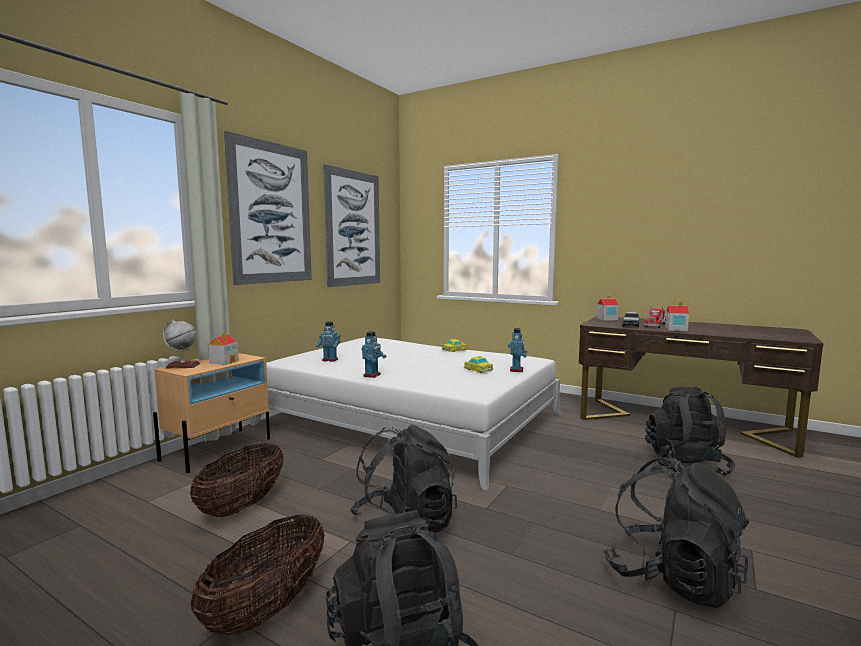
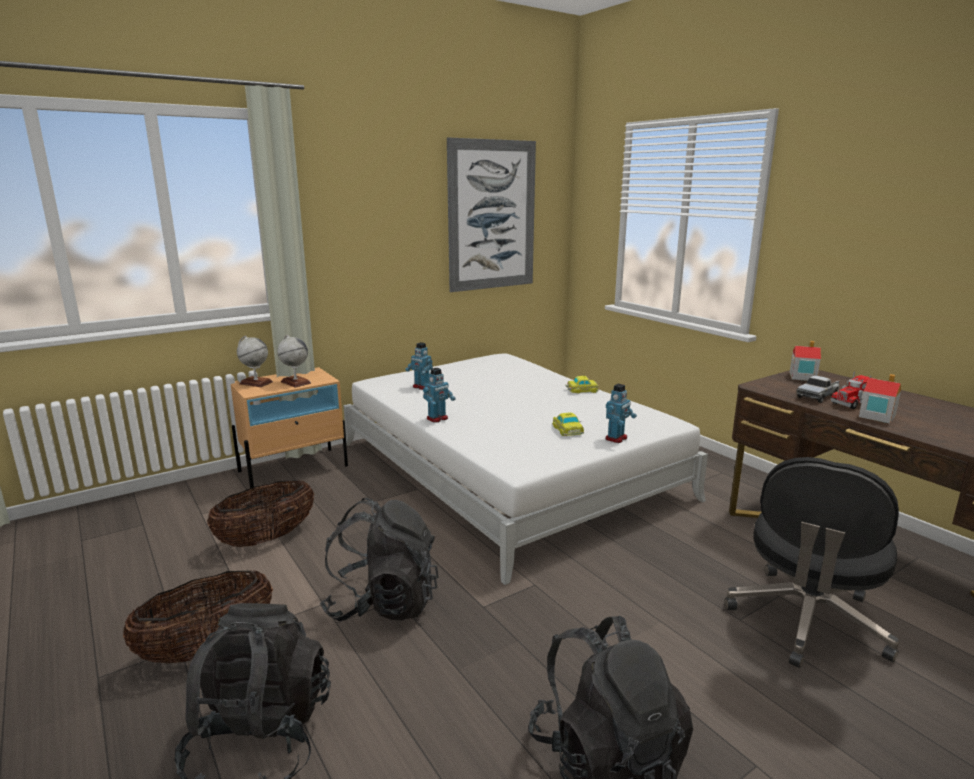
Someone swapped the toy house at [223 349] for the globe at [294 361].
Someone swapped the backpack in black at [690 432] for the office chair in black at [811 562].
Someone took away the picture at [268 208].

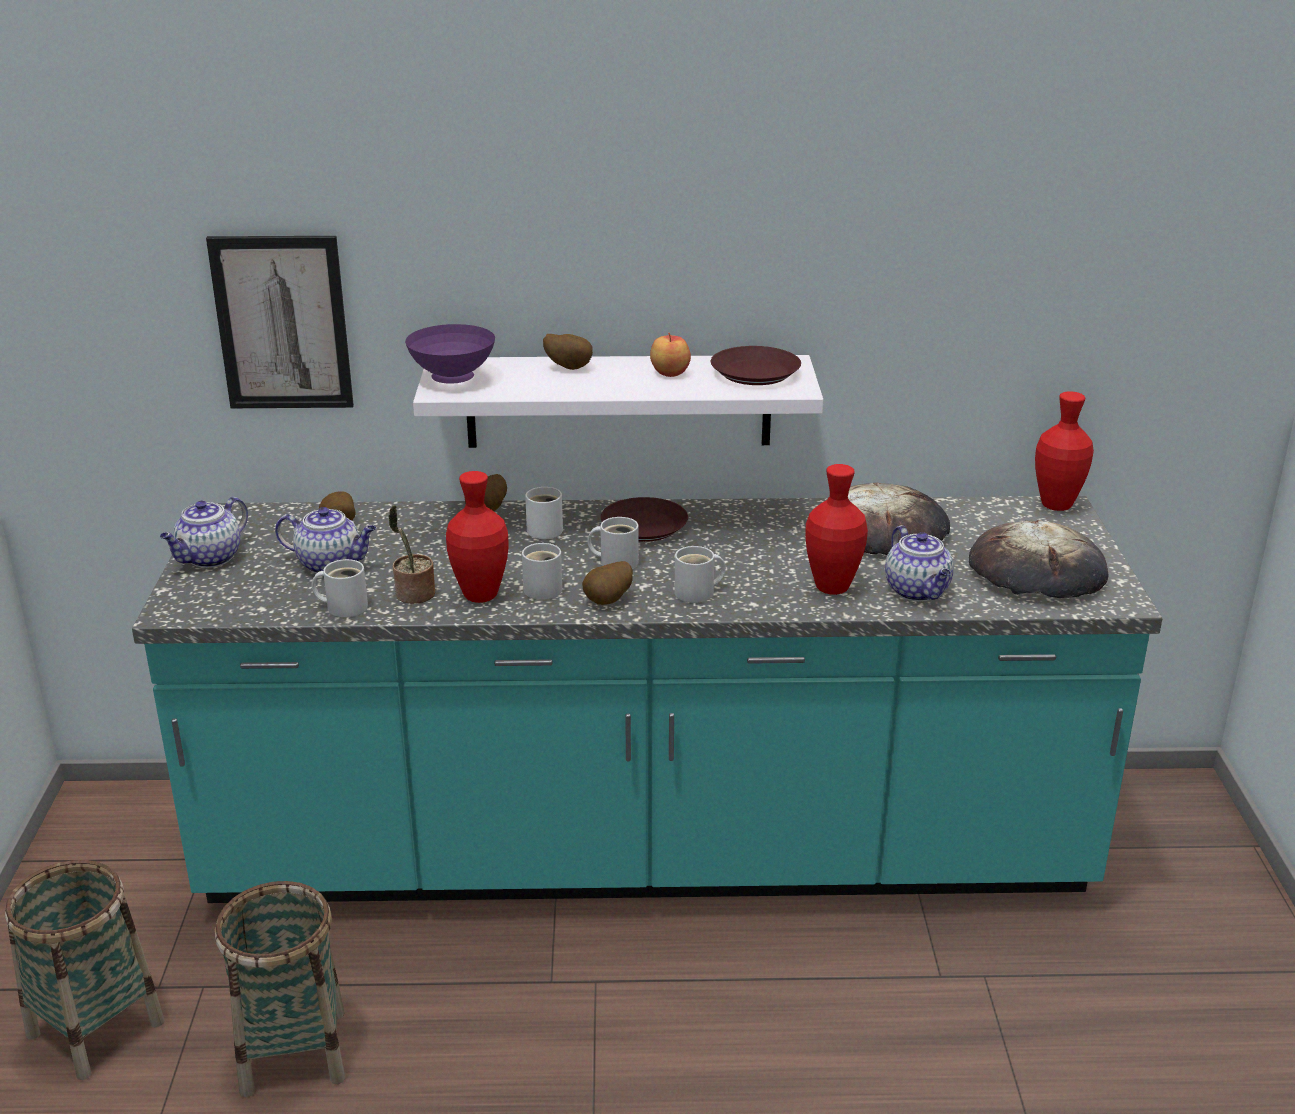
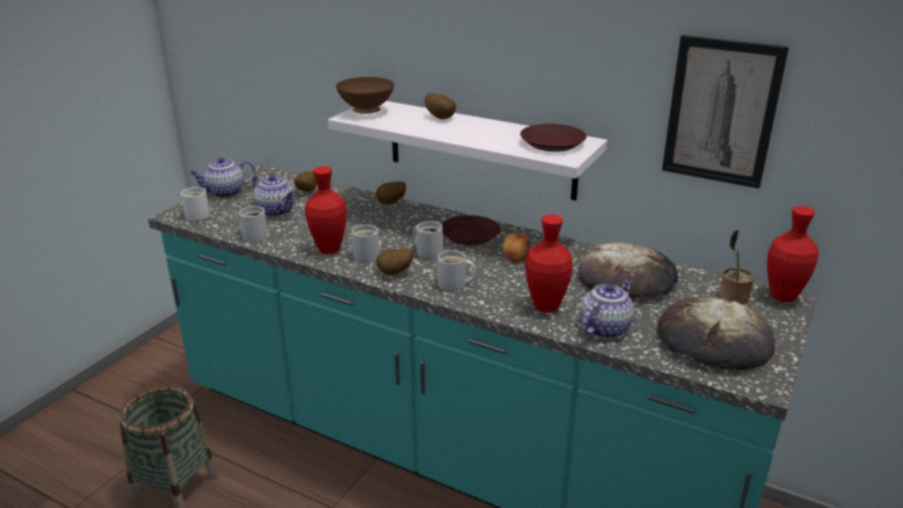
Someone carried the mug in white from [544 513] to [195 204].
Someone repainted the bowl in purple at [450 354], which became the bowl in brown at [365 95].
Someone carried the apple from [670 355] to [516 247].
Someone rotated the teapot at [919 563] by 150 degrees counterclockwise.
Someone carried the picture from [280 322] to [725 111].
Someone carried the potted plant from [411 554] to [736 266].
Someone took away the basket at [85 970].

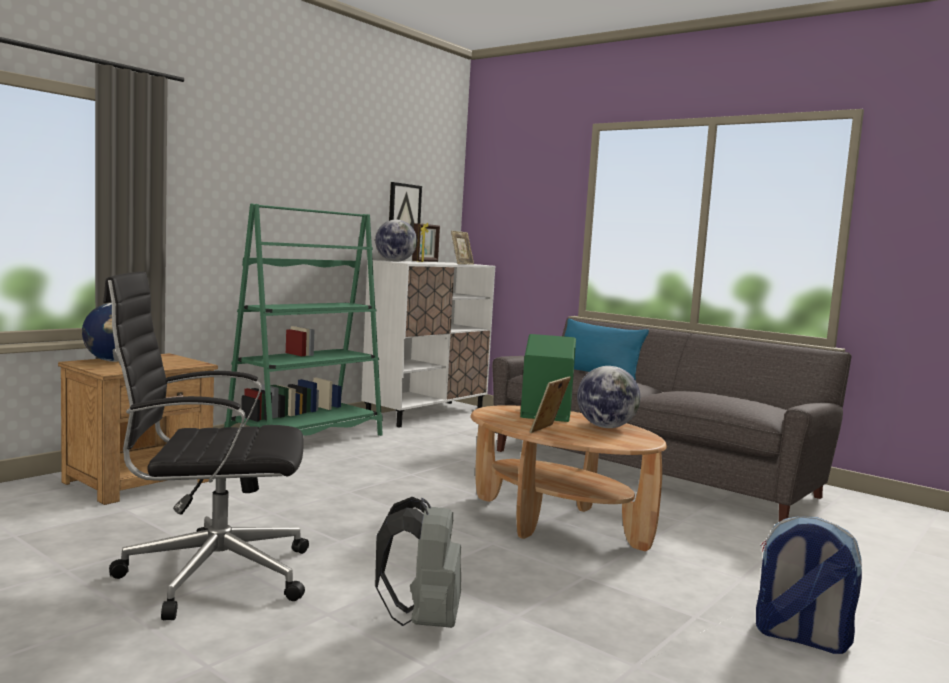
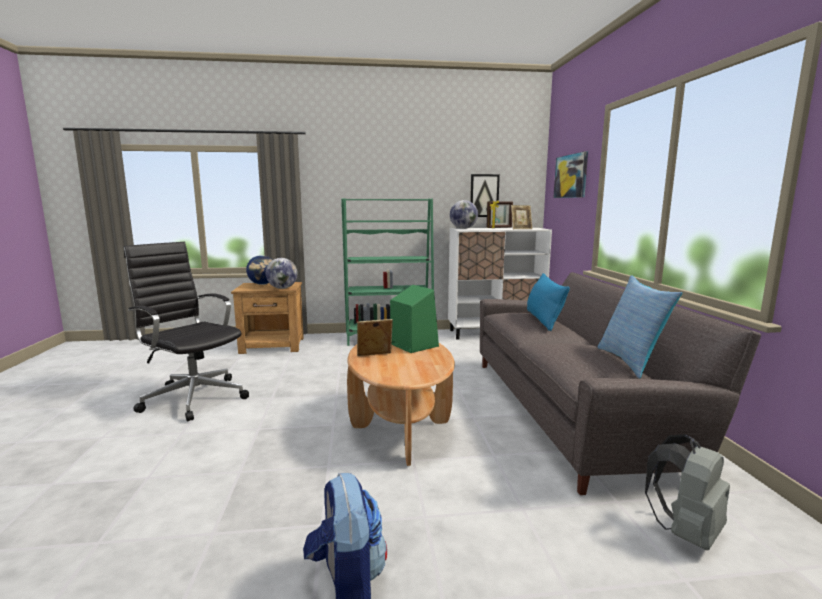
Someone carried the globe from [608 397] to [282 273].
Someone put up the picture at [570 174].
Someone put down the pillow at [640 327].
Someone carried the backpack in grey from [418 562] to [687 492].

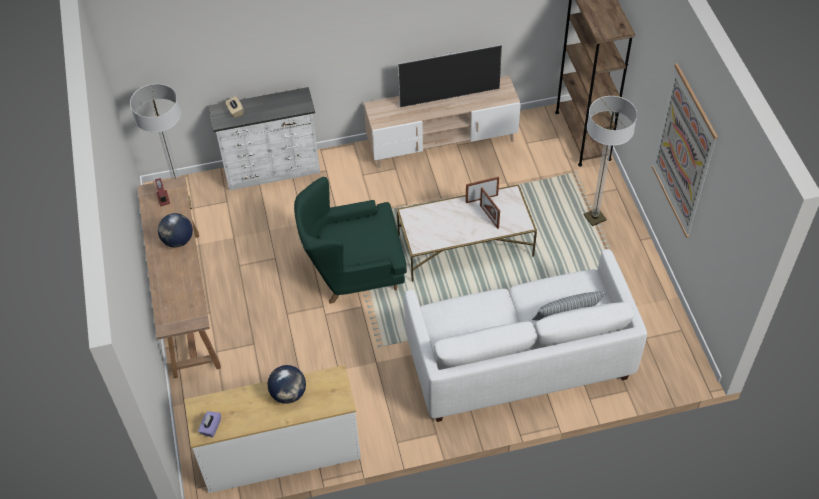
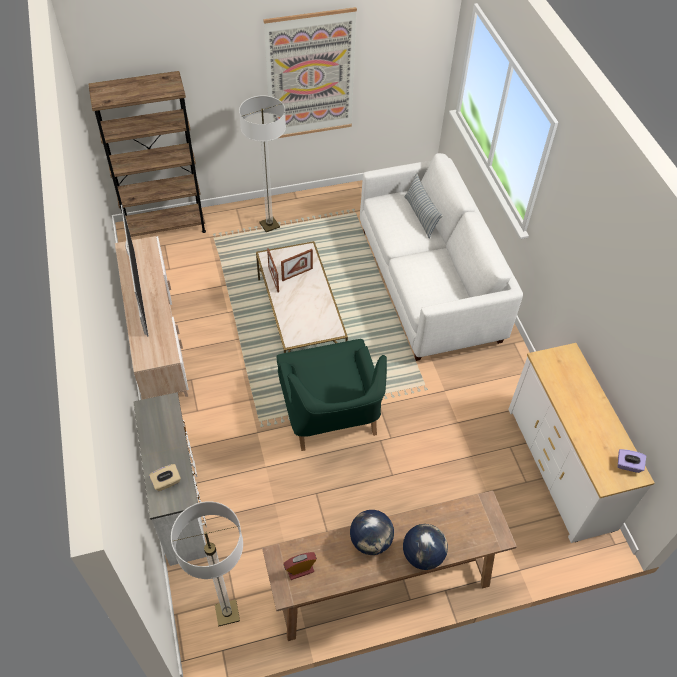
Someone carried the globe from [287 384] to [425 547].

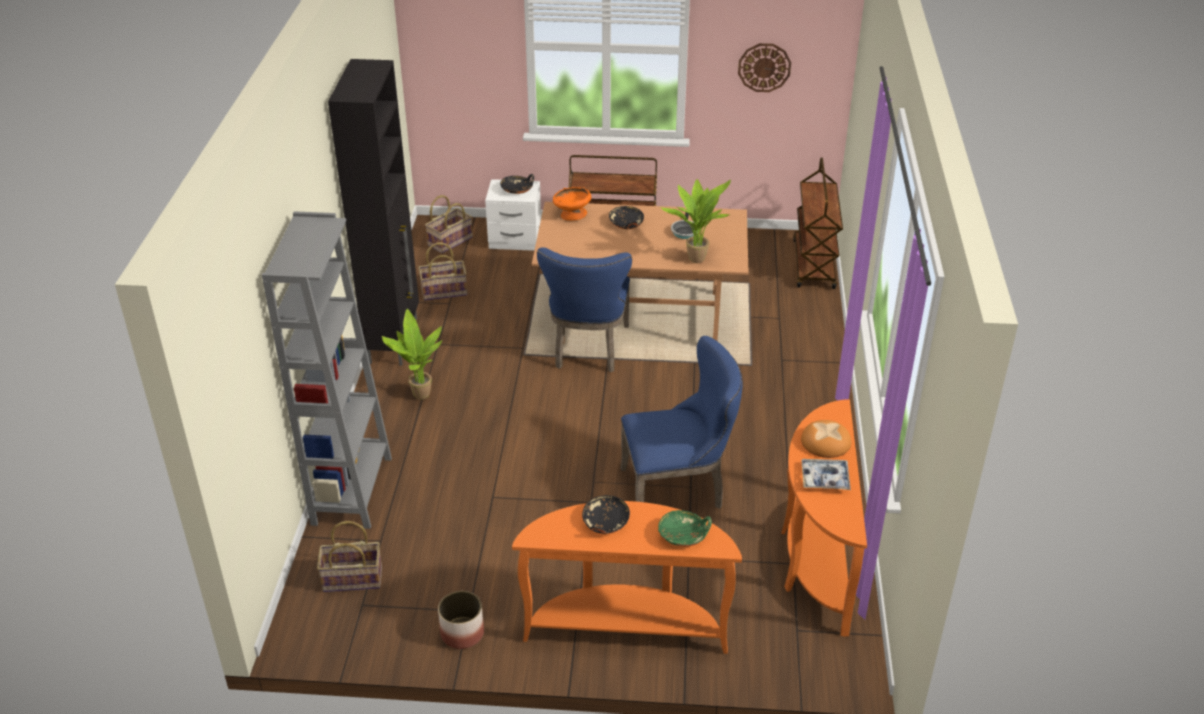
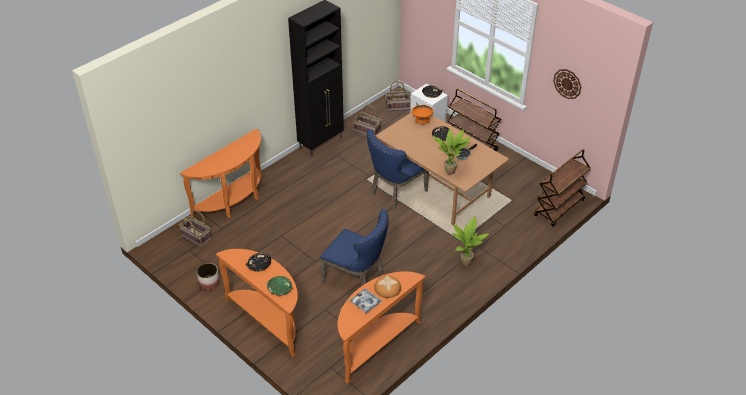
Someone swapped the bookcase in grey at [327 370] for the console table in orange at [221 173].
Someone carried the potted plant from [412 354] to [470 241].

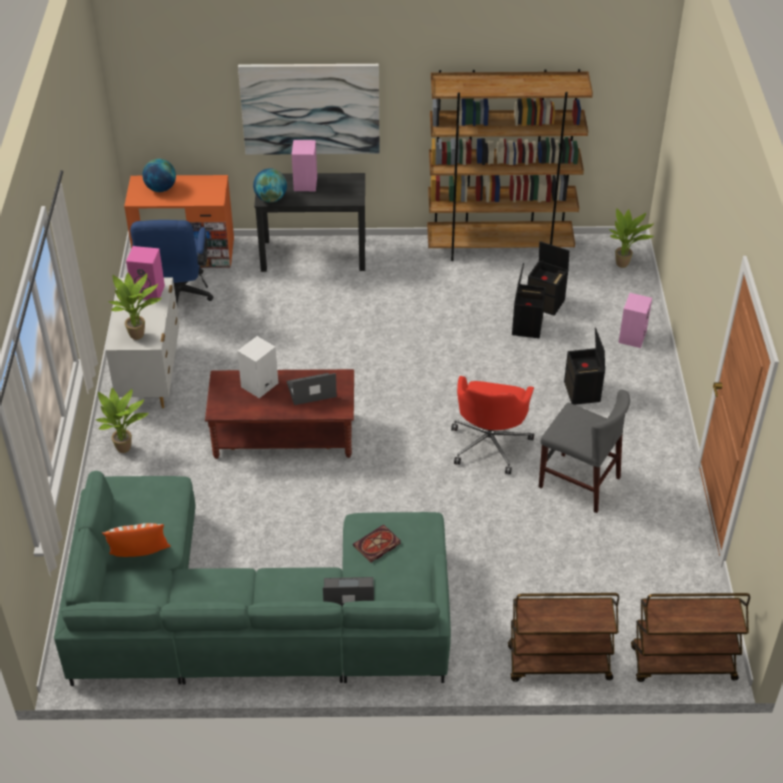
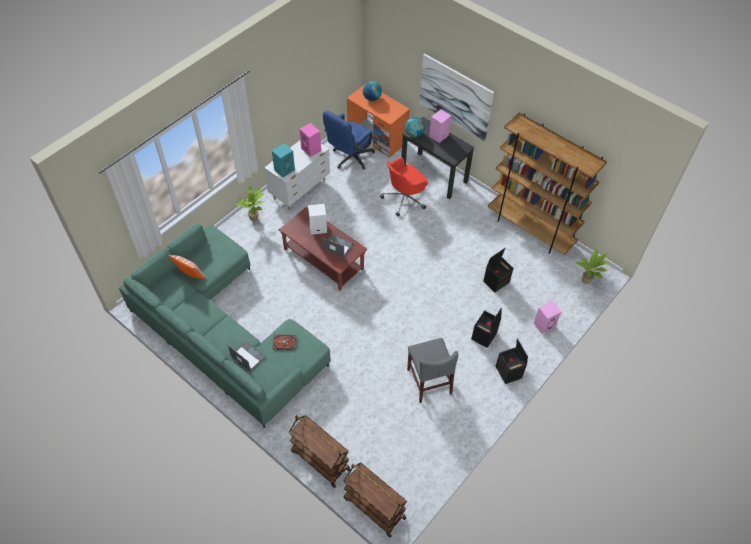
Someone swapped the potted plant at [135 306] for the speaker in turquoise at [283 160].
Someone carried the office chair in red from [492 425] to [404 186].
Someone carried the storage box in black from [548 278] to [511 361].

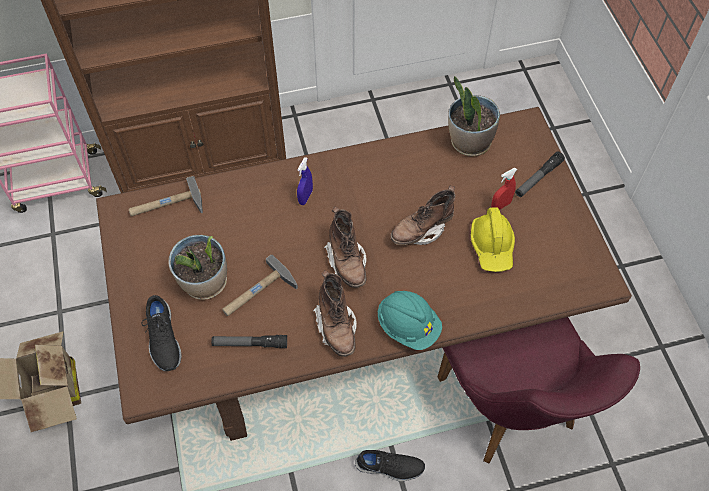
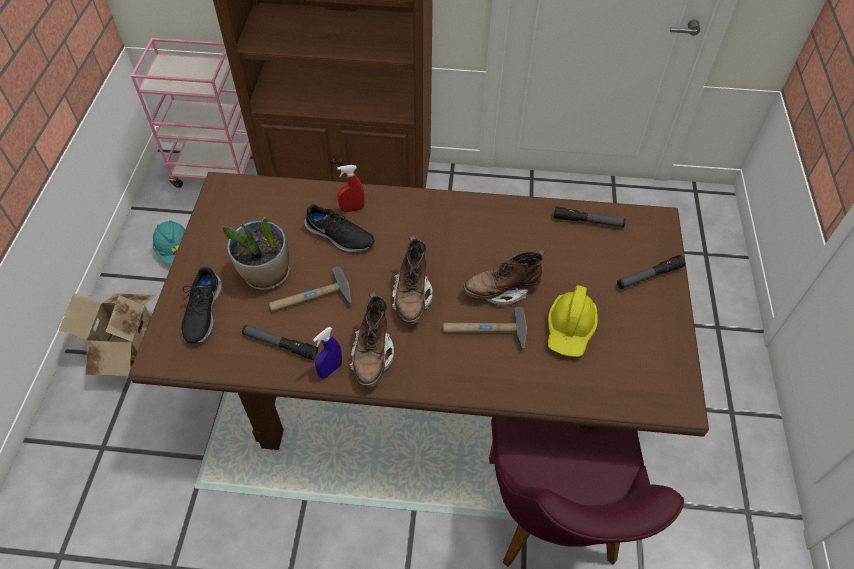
Someone carried the hard hat in turquoise from [410 320] to [169 242].
Someone carried the shoe in black from [390 465] to [339 228].
Someone carried the spray bottle in blue from [305 181] to [327 353].
Someone carried the spray bottle in red from [504 189] to [351 188].
Someone carried the hammer from [166 196] to [485 330].
Someone swapped the potted plant at [474 116] for the flashlight at [590 216].

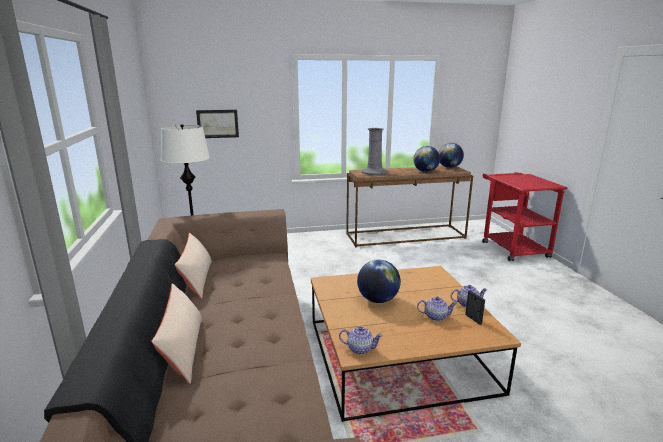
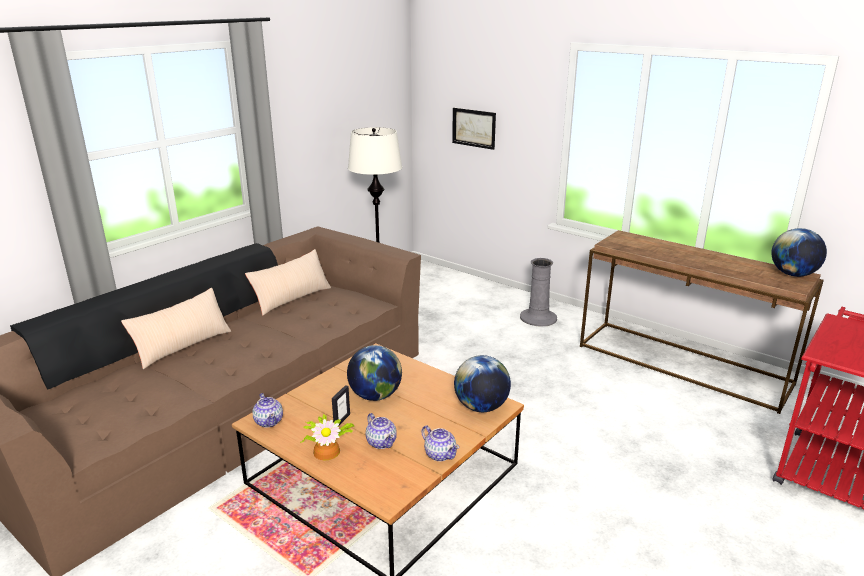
Someone put down the potted plant at [327 437].
Someone carried the picture frame from [475 308] to [341 405].
Someone carried the globe from [426 159] to [482 383].
Someone carried the vase in grey from [374 151] to [538 292].

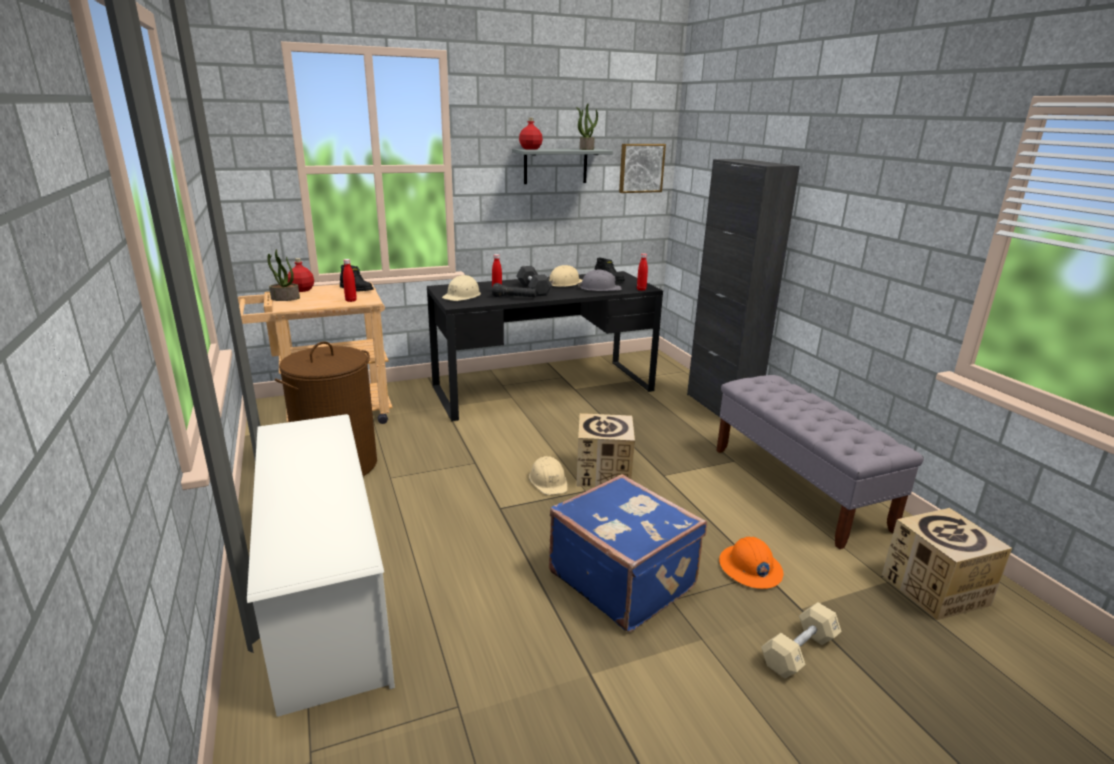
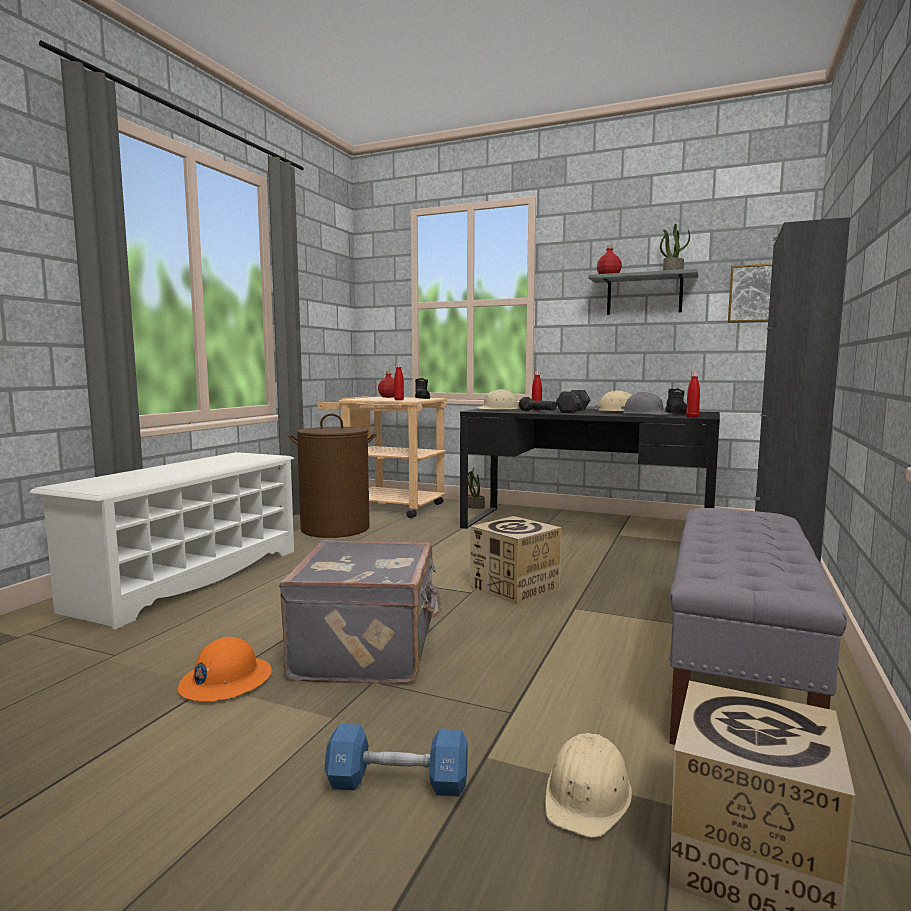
Someone carried the hard hat in orange from [751 563] to [225 669].
Someone repainted the suitcase in blue at [628 553], which became the suitcase in grey at [360 612].
Someone repainted the dumbbell in beige at [801 640], which became the dumbbell in blue at [396 760].
Someone carried the potted plant from [283 275] to [476 488].
Someone carried the hard hat in beige from [548 475] to [588 785].

